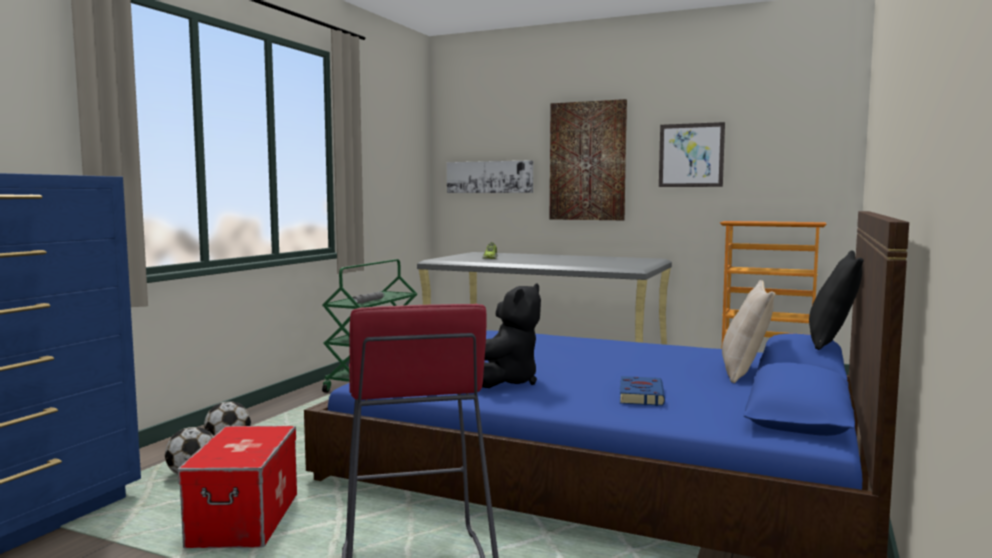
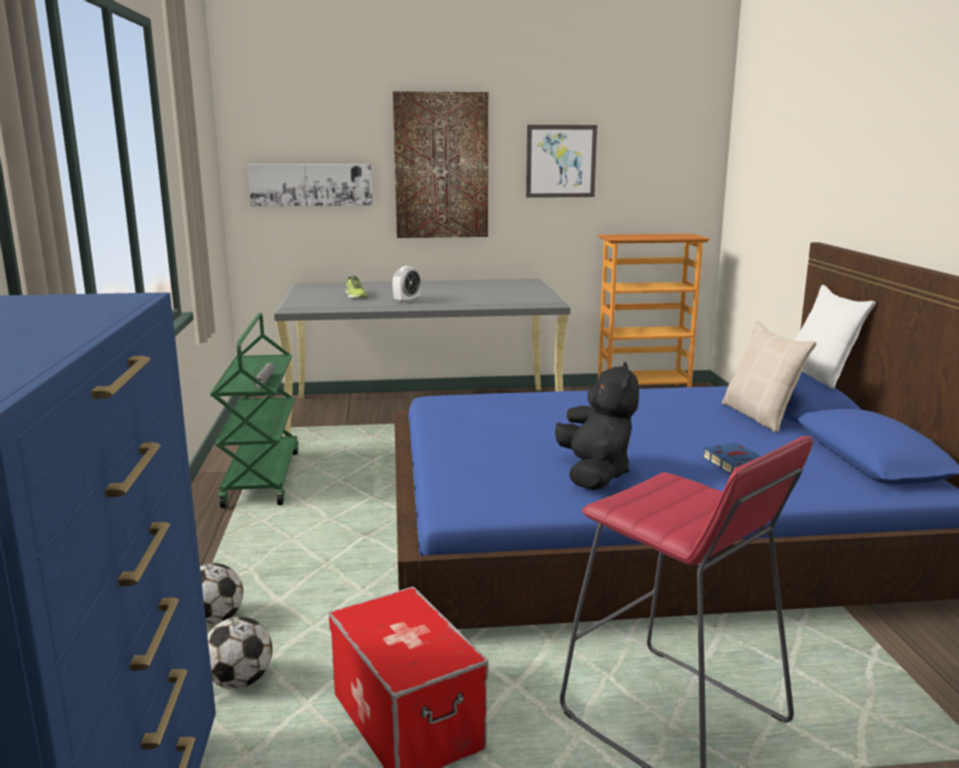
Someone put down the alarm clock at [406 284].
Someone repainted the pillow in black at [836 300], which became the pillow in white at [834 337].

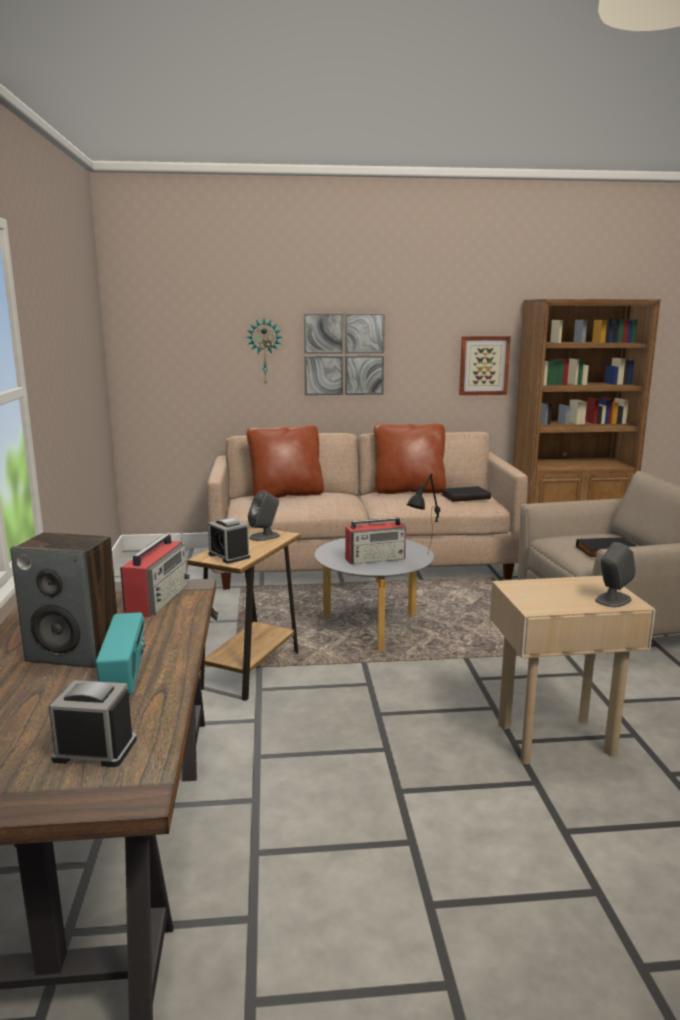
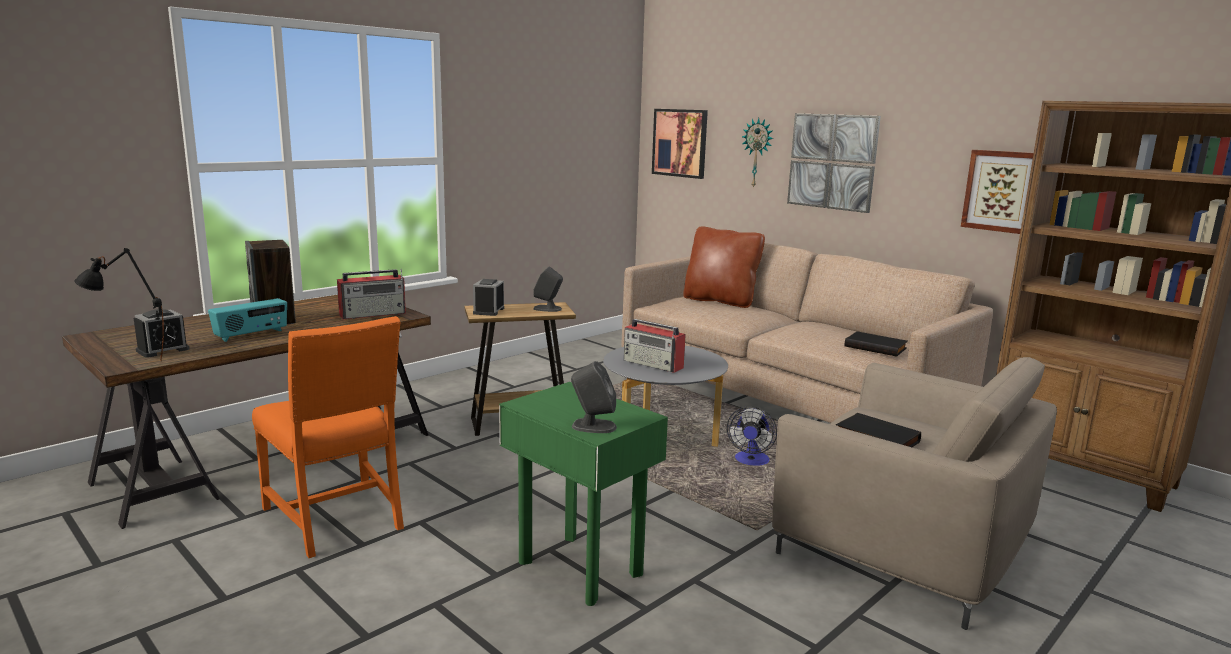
Someone carried the table lamp in black from [423 513] to [119 305].
Someone rotated the alarm clock at [93 723] by 75 degrees clockwise.
Someone put down the chair in orange at [328 437].
Someone repainted the side table in beige at [573 670], which became the side table in green at [583 494].
Someone put up the picture at [680 144].
Someone put down the fan at [752 436].
Someone took away the pillow in brown at [410 459].

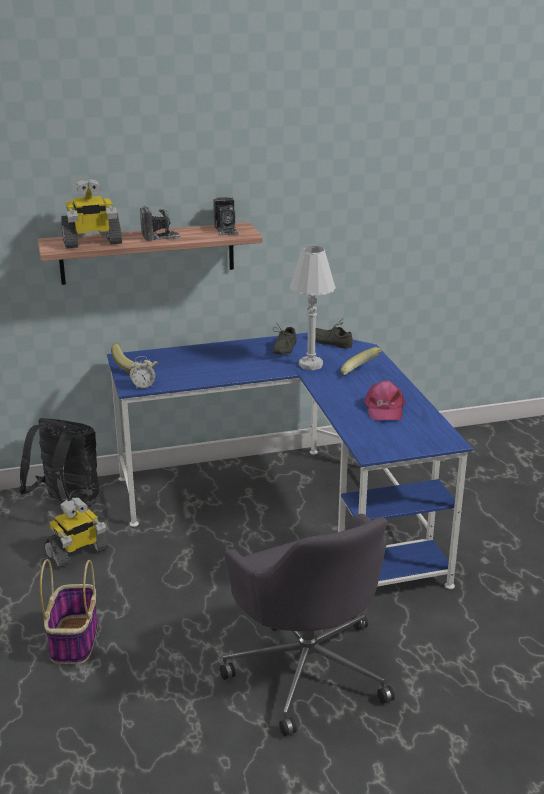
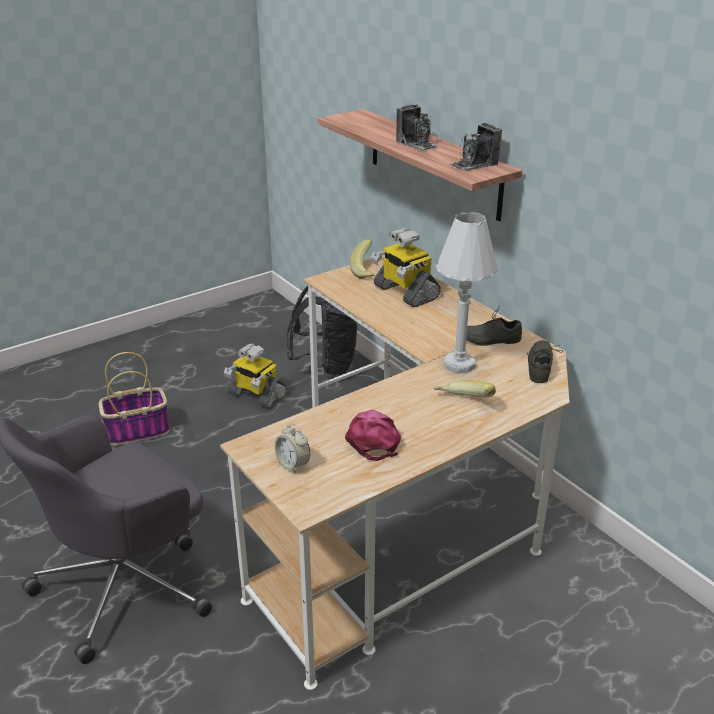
Someone repainted the desk in blue at [290 461], which became the desk in beige at [395 472].
Someone carried the alarm clock from [142 372] to [292 448].
Someone rotated the cap in pink at [384 400] by 105 degrees clockwise.
Someone carried the toy robot from [91 213] to [405 267].

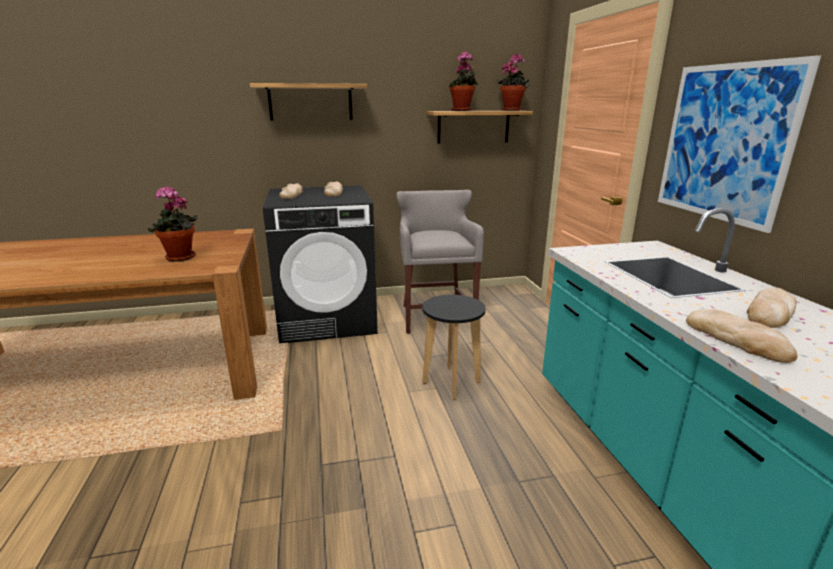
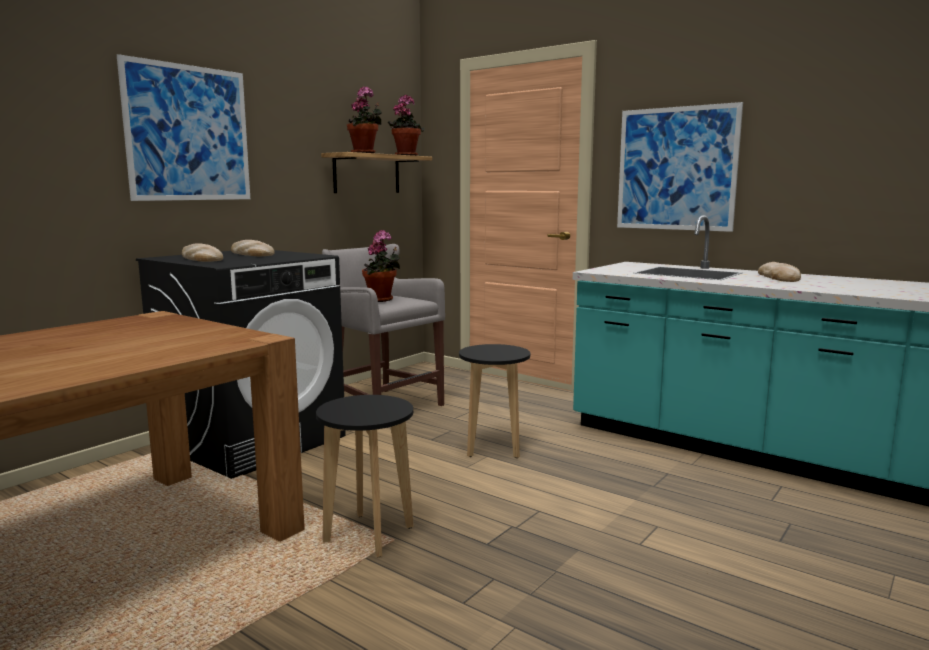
Someone swapped the shelf at [308 101] for the picture at [183 127].
Someone put down the stool in black at [365 476].
Someone carried the potted plant from [173 224] to [381 266].
Someone took away the bread at [742 336].

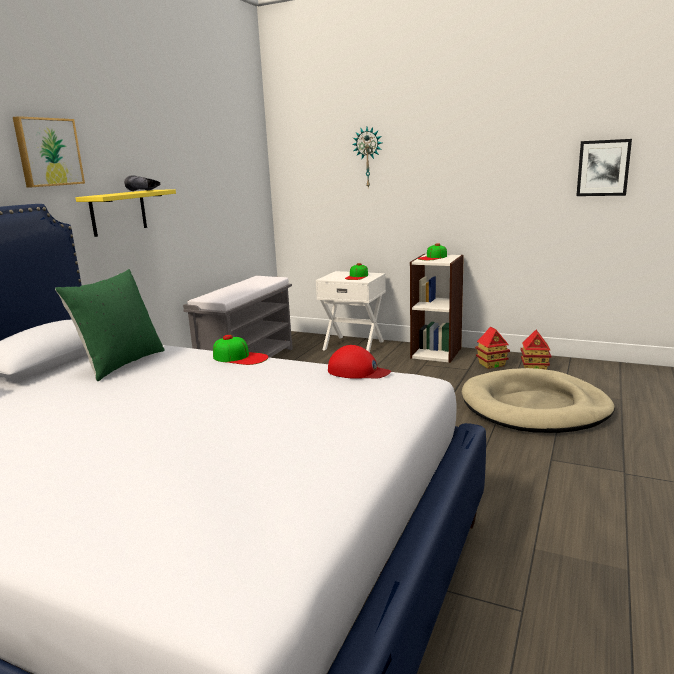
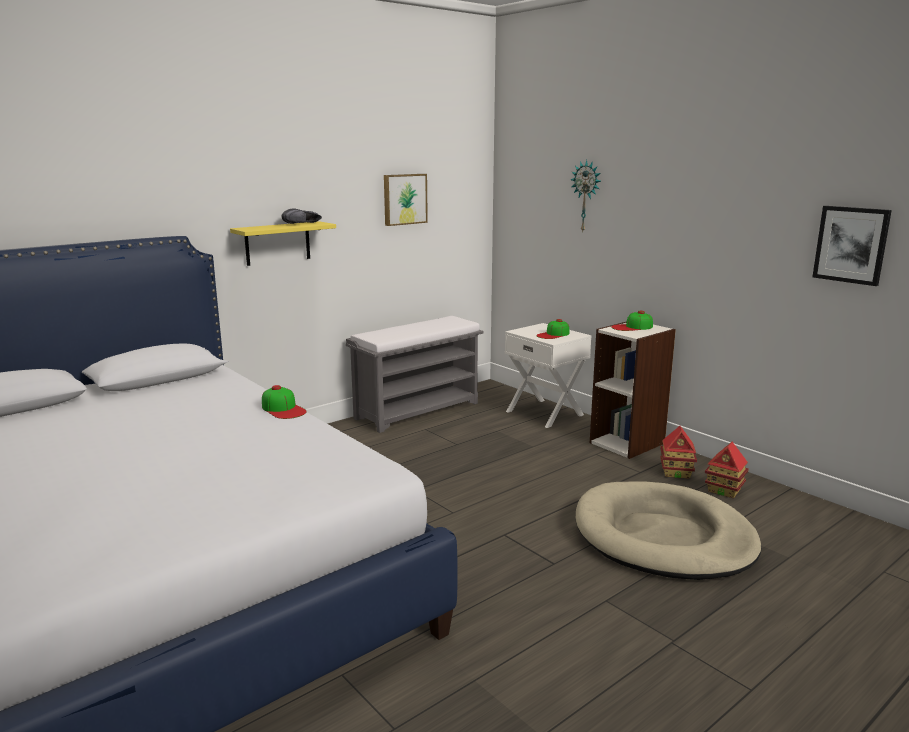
Someone carried the picture from [49 152] to [406 200].
Someone took away the pillow in green at [110 325].
Someone took away the cap in red at [359 362].

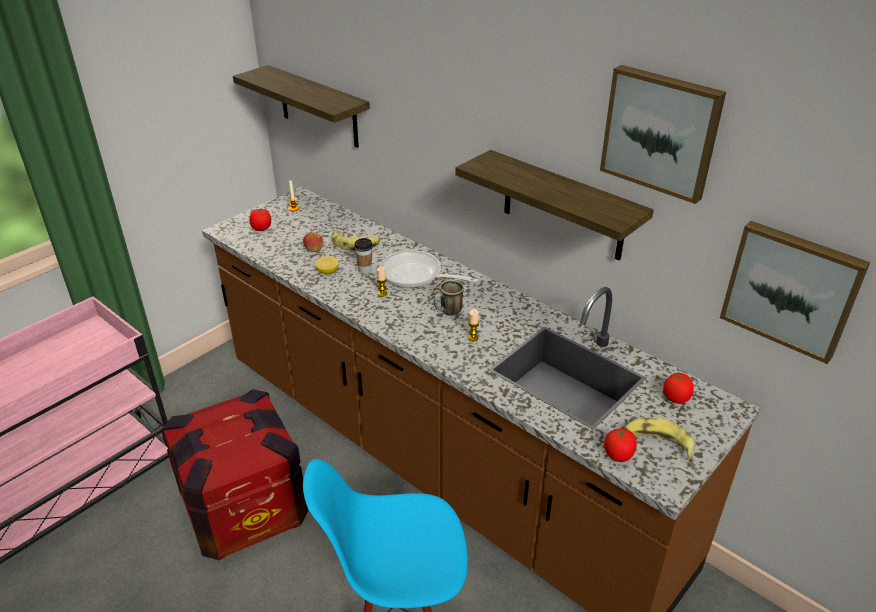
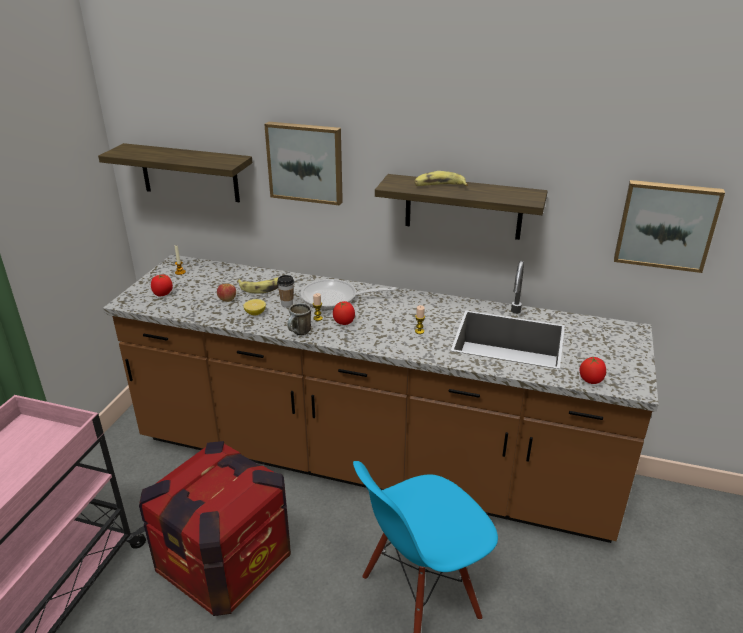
Someone carried the picture from [663 134] to [303 163].
Someone carried the mug from [448 298] to [299 319].
Someone carried the tomato from [678 388] to [344 313].
Someone carried the banana from [659 438] to [441 178].

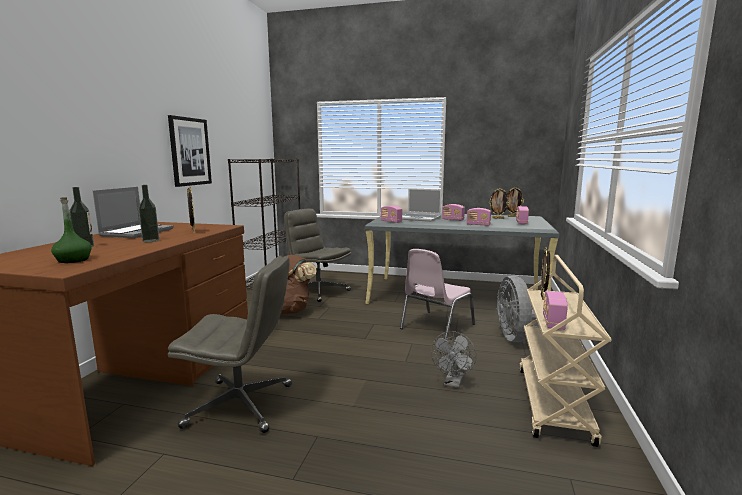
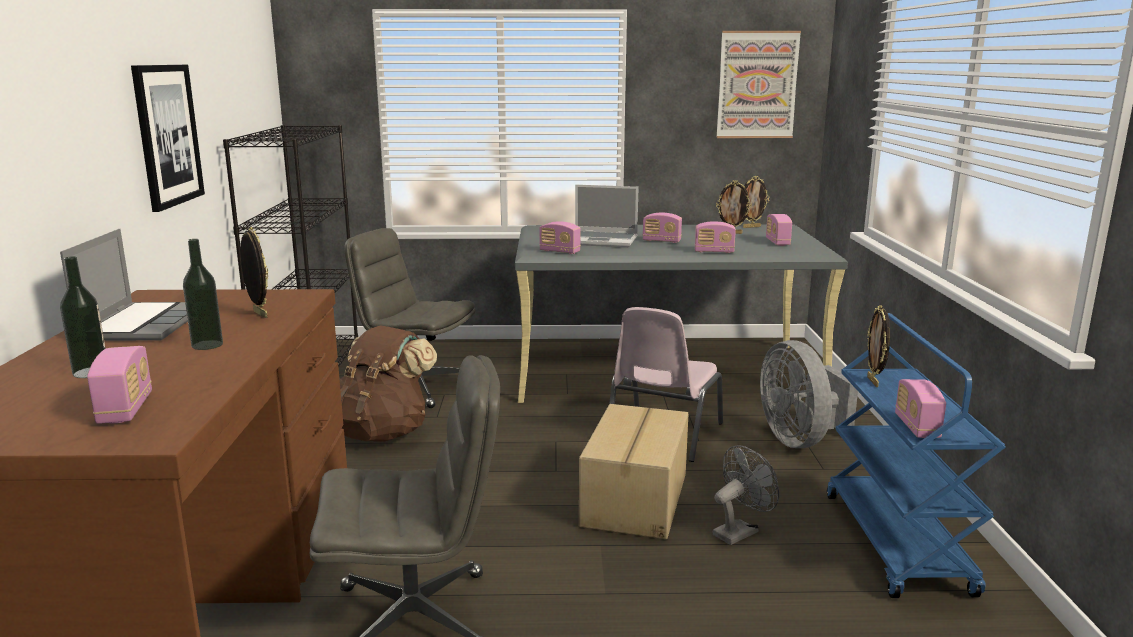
Someone swapped the bottle in green at [71 230] for the radio at [119 385].
Someone put down the cardboard box at [633 472].
Someone rotated the fan in grey at [453 359] by 135 degrees counterclockwise.
Someone put up the picture at [758 84].
Someone repainted the cart in beige at [566 351], which became the cart in blue at [916 455].

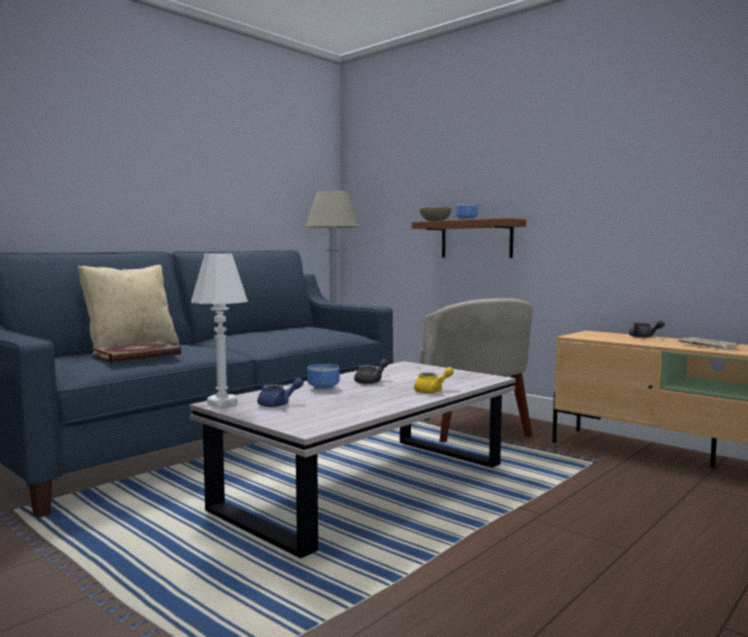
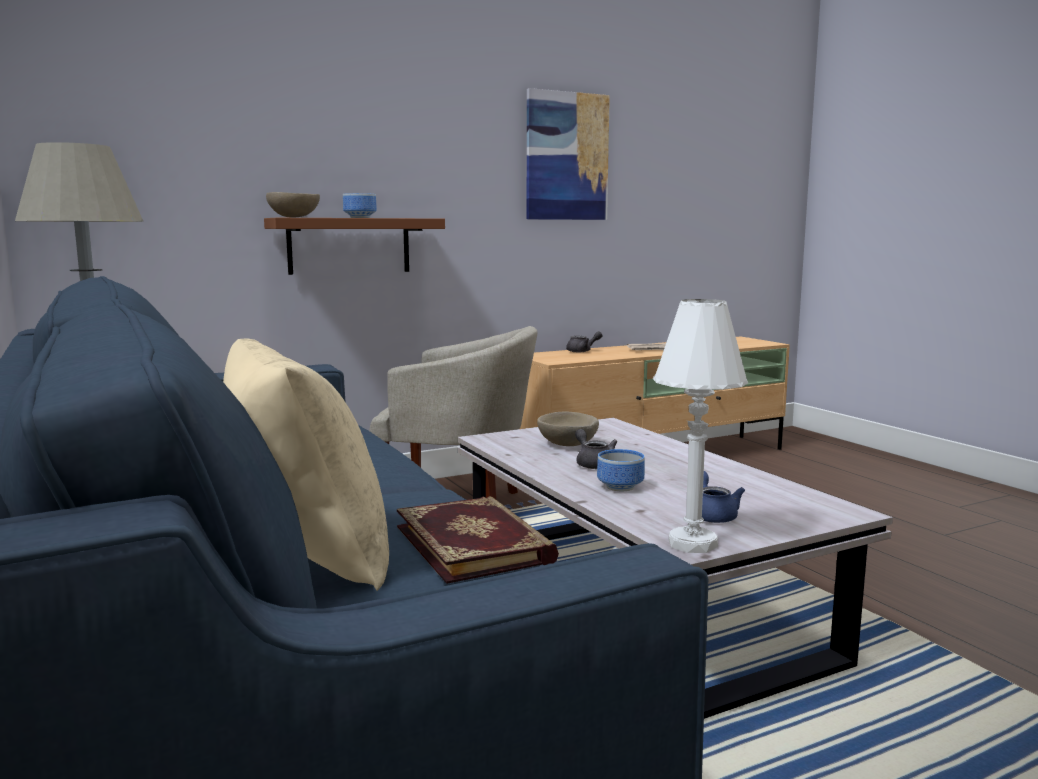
Someone put up the picture at [568 154].
Someone put down the bowl in beige at [568 428].
Someone took away the teapot in yellow at [434 380].

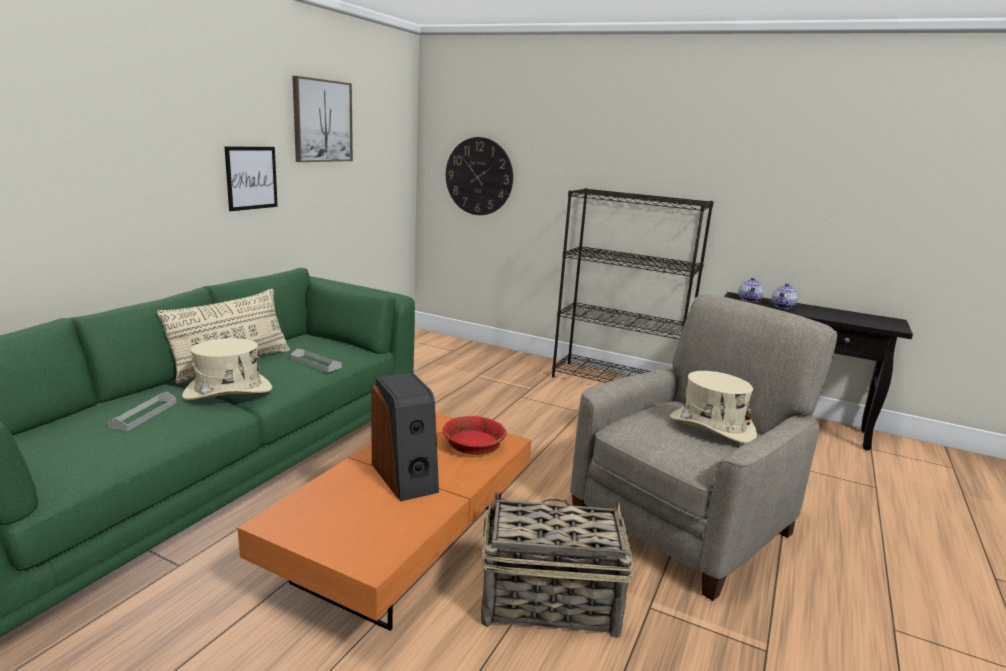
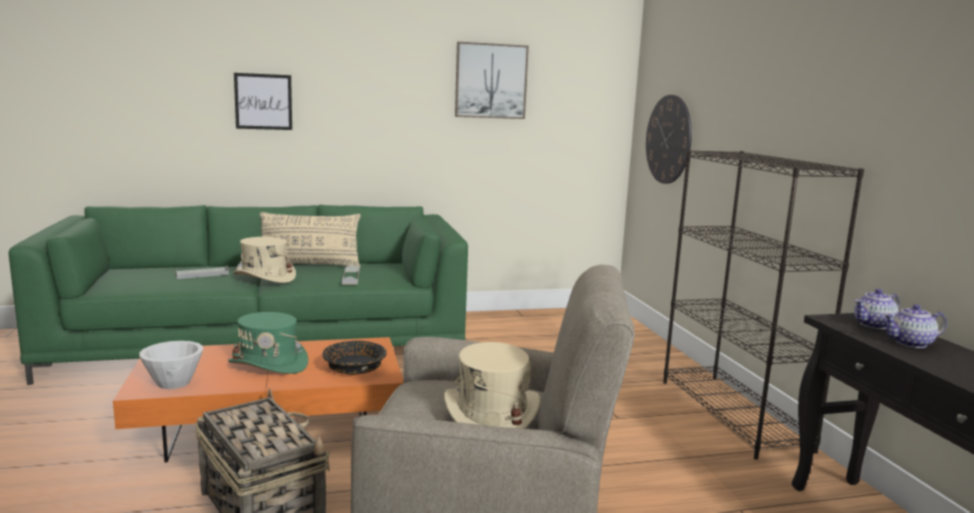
Someone put down the bowl in white at [171 365].
Someone swapped the speaker at [405 437] for the hat in green at [268 343].
Someone carried the picture from [251 178] to [263 101].
Someone repainted the bowl in red at [475 435], which became the bowl in black at [354 358].

